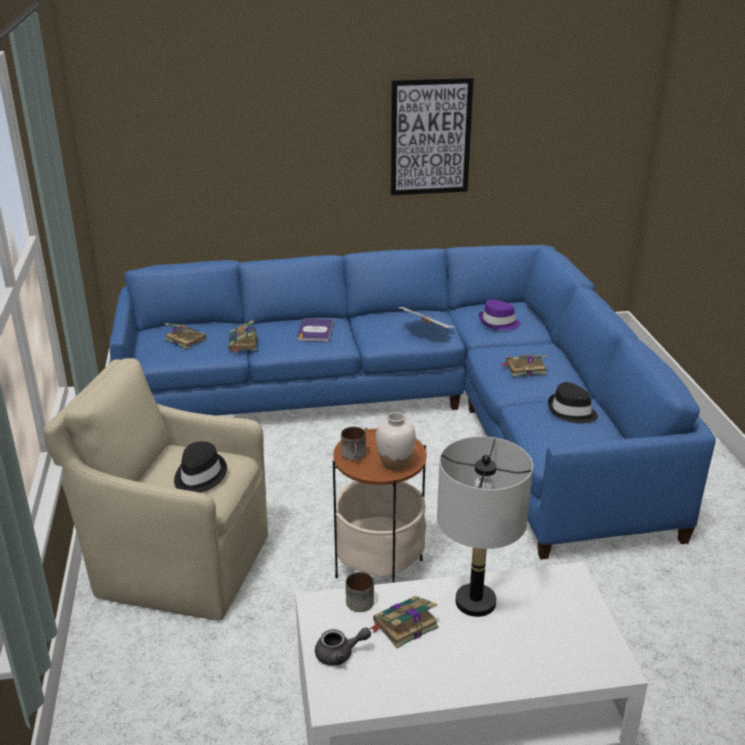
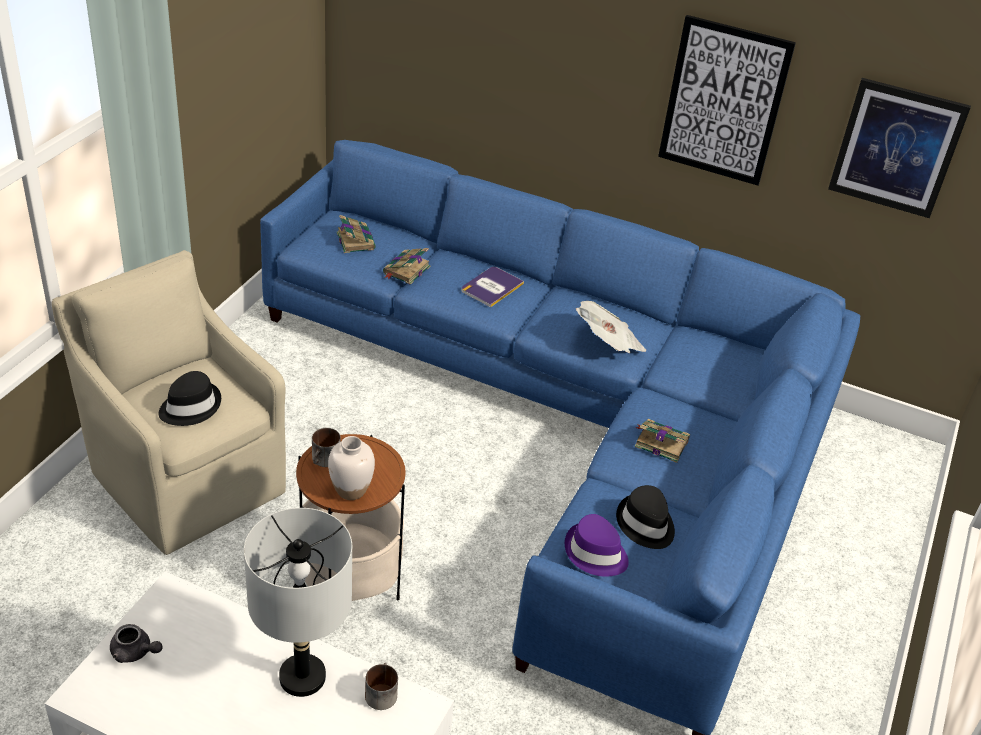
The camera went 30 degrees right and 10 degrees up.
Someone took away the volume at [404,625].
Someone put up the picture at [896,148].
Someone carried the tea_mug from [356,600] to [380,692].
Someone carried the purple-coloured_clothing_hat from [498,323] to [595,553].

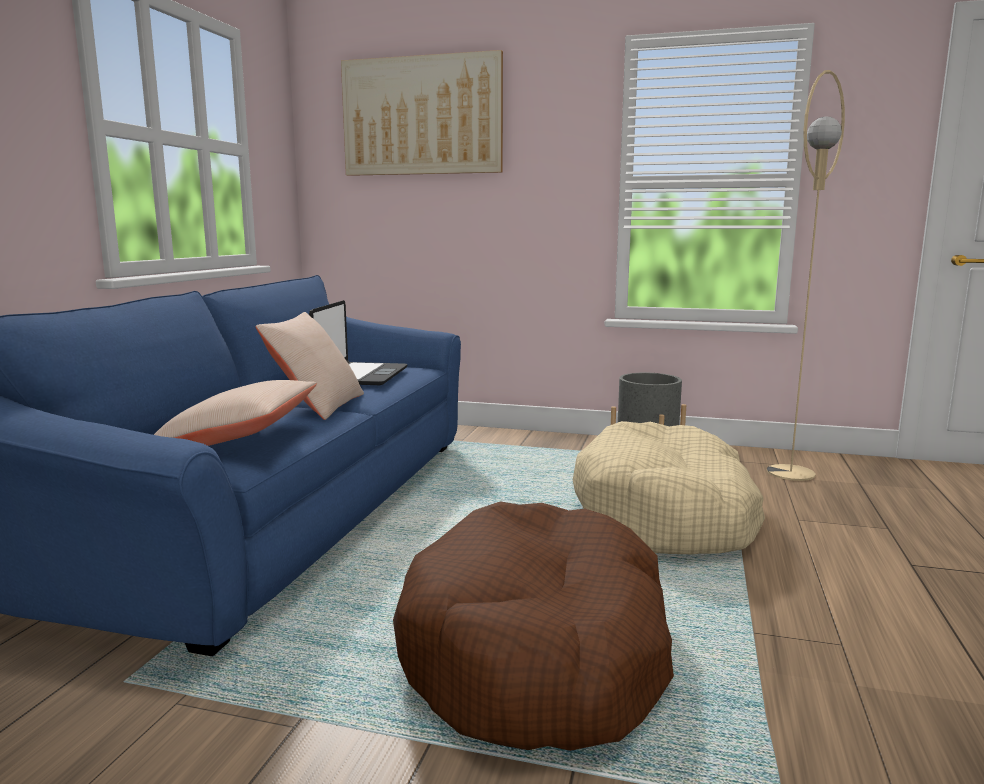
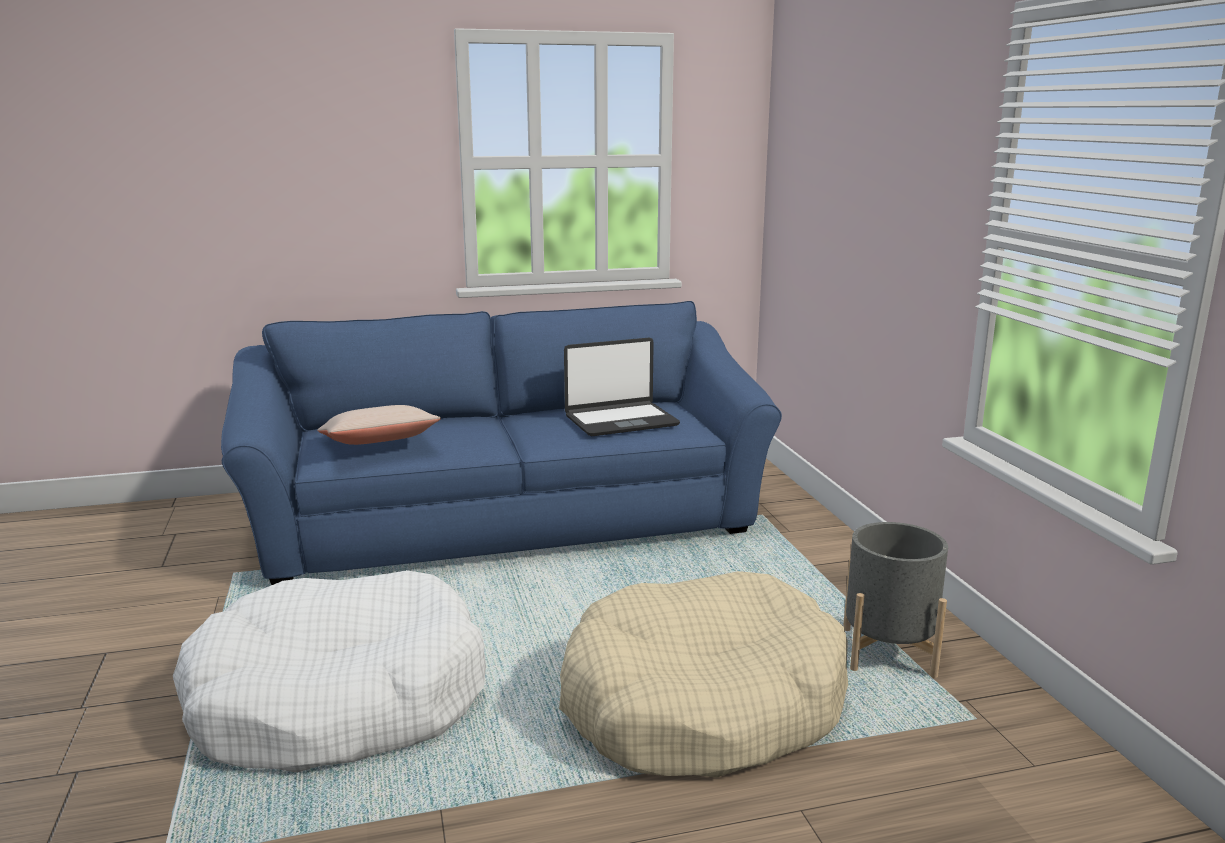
The camera went 60 degrees right and 5 degrees up.
Someone took away the beige_throw_pillow at [316,405].
Someone took away the picture at [422,116].
Someone took away the beige_standard_lamp at [790,472].
Someone repainted the brownish_pet_bed at [538,652], which became the white-coloured_pet_bed at [338,700].

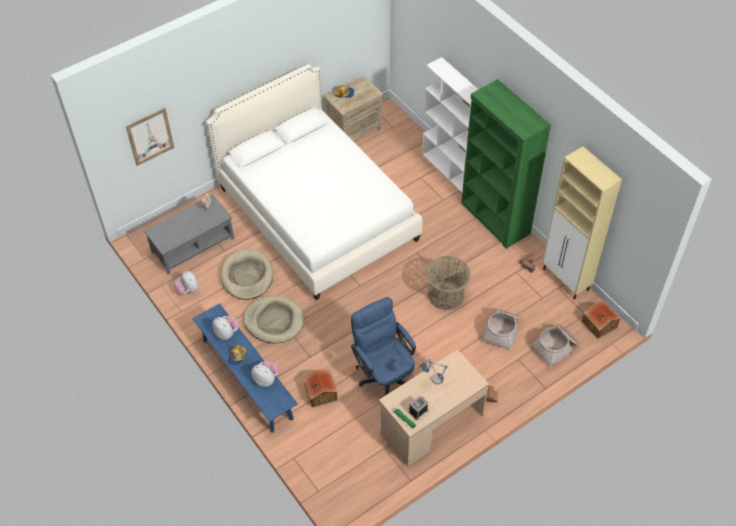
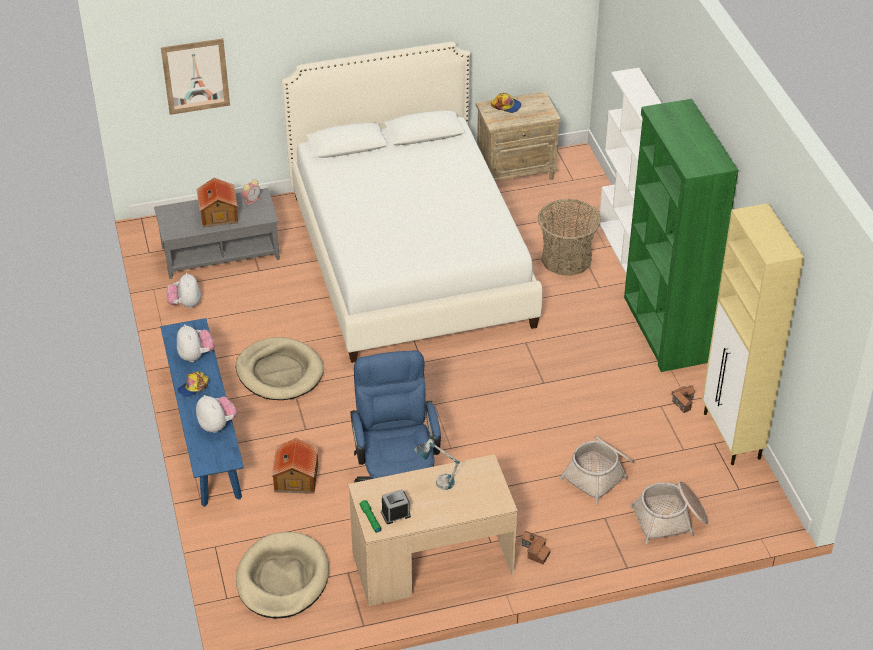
The camera went 20 degrees right and 10 degrees down.
Someone carried the beige_pet_bed from [247,276] to [282,578].
Someone carried the basket from [446,295] to [566,259].
Someone carried the model_house from [599,325] to [218,214].

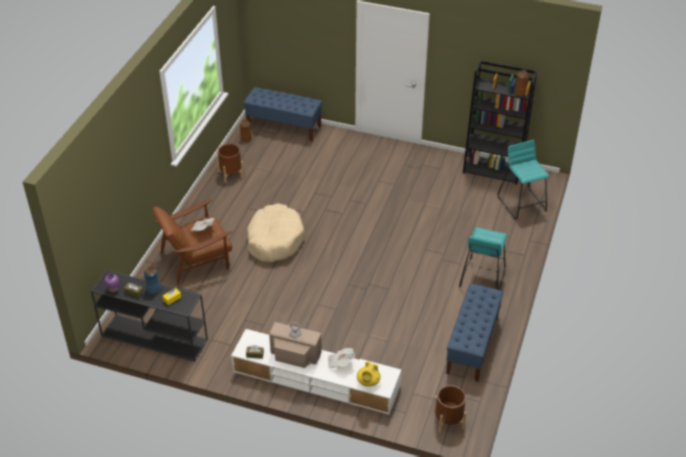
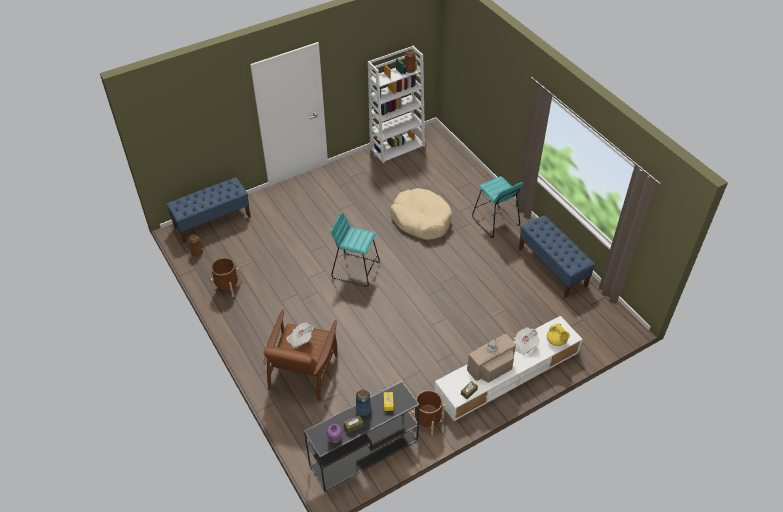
The camera went 50 degrees left and 5 degrees up.
Someone carried the beige_pet_bed from [274,240] to [421,220].
Someone carried the brownish_flower_pot from [448,420] to [427,421].
Someone carried the turquoise_sitting_stool from [522,203] to [355,269].
Someone repainted the black-coloured_shelving_unit at [493,169], which became the white-coloured_shelving_unit at [397,147].

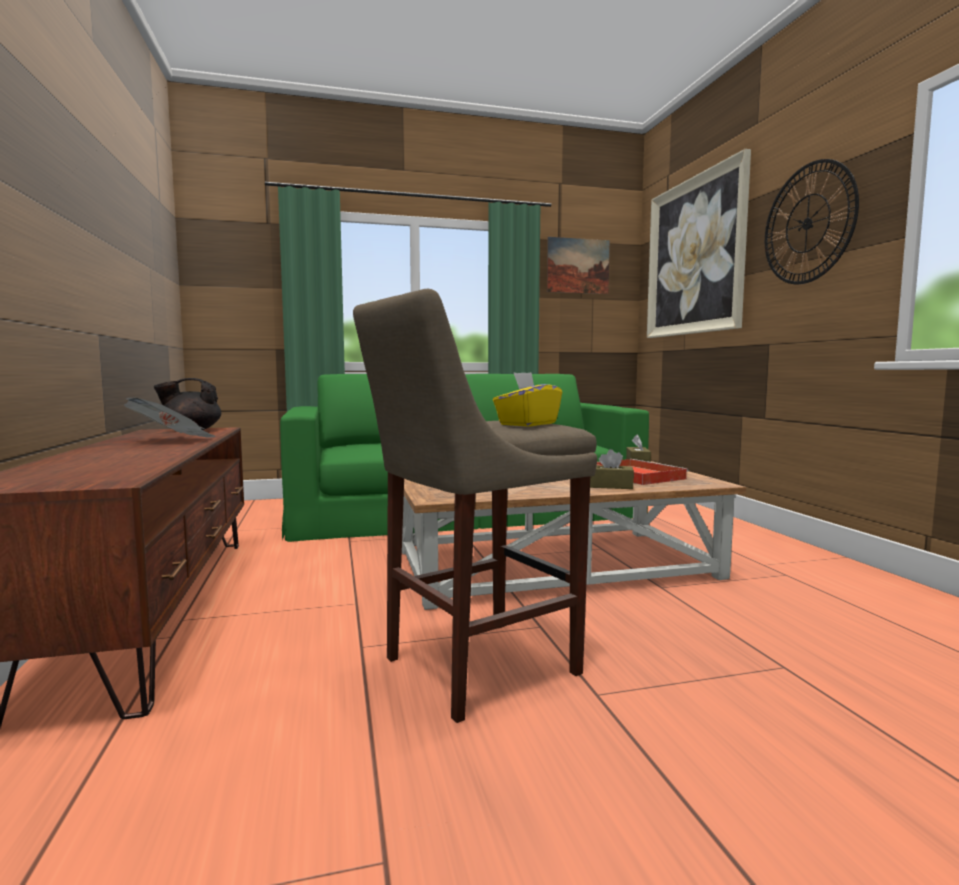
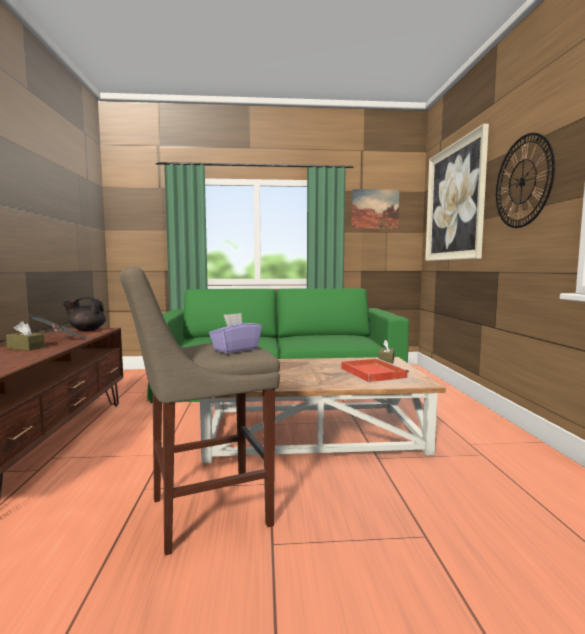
The camera went 10 degrees right and 0 degrees up.
Someone carried the brownish_tissue_box from [610,486] to [26,348].
Someone repainted the yellow_tissue_box at [527,424], which became the purple-coloured_tissue_box at [235,349].

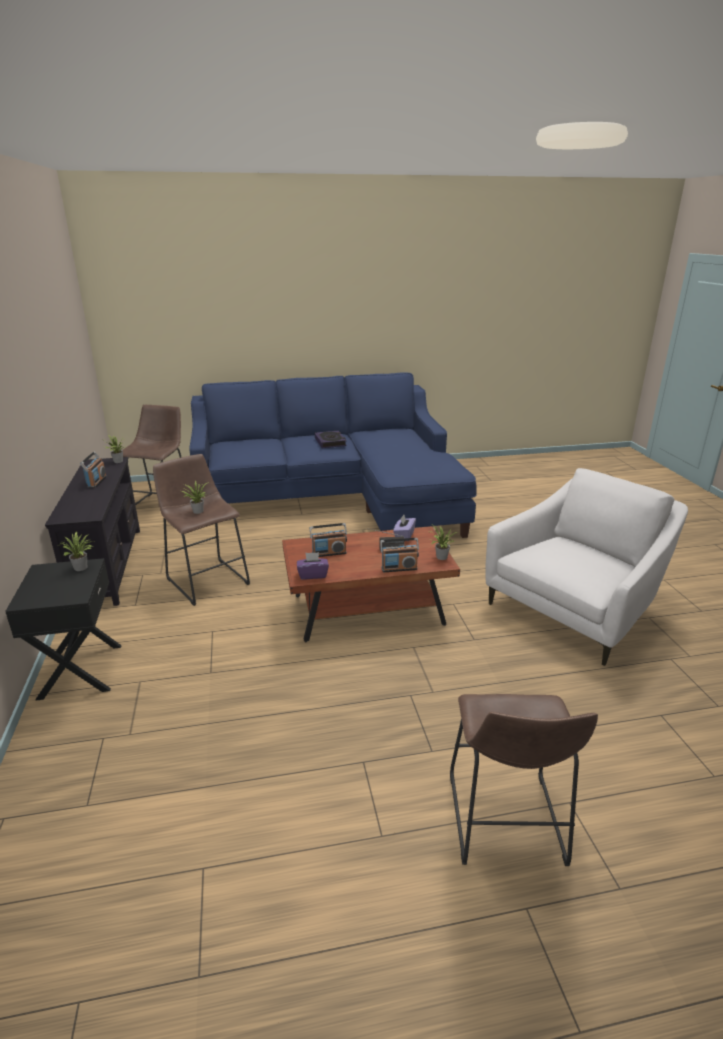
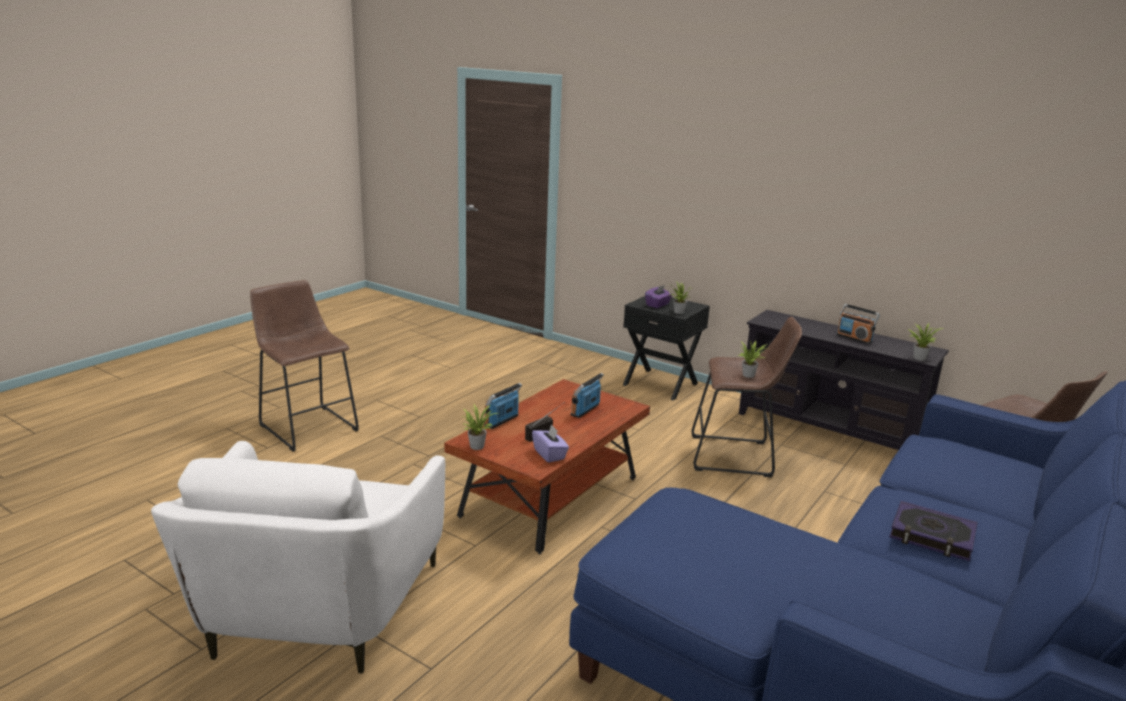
The camera went 135 degrees right and 5 degrees down.
Someone carried the purple-coloured_tissue_box from [313,575] to [658,305].

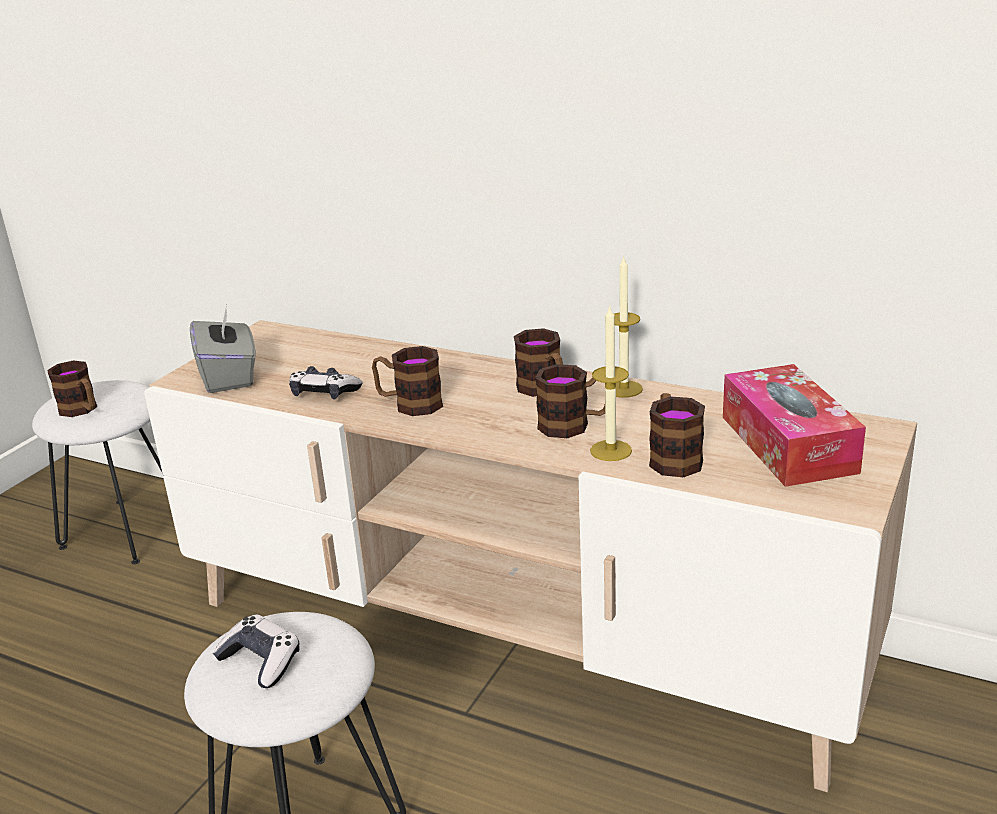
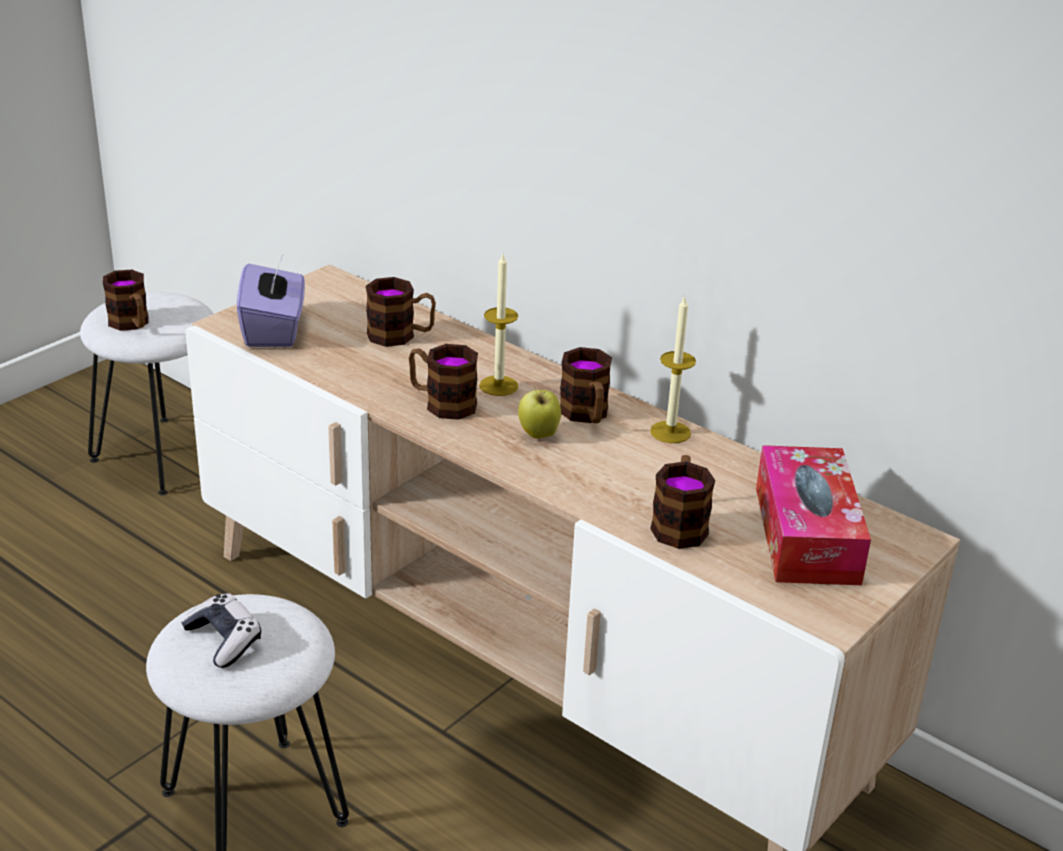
The camera went 10 degrees right and 5 degrees up.
Someone took away the joypad at [324,393].
Someone put down the apple_fruit at [538,435].
Someone carried the tea_mug from [574,425] to [401,336].
Someone carried the wax_light from [611,450] to [498,386].
Someone repainted the grey_tissue_box at [229,376], which became the purple-coloured_tissue_box at [274,330].

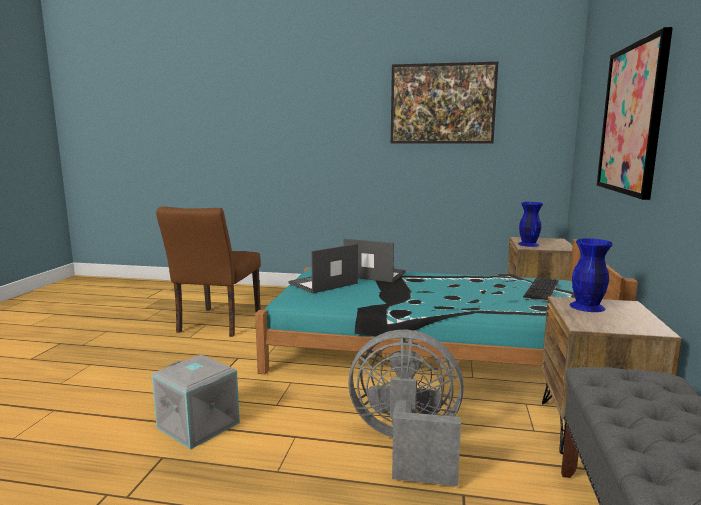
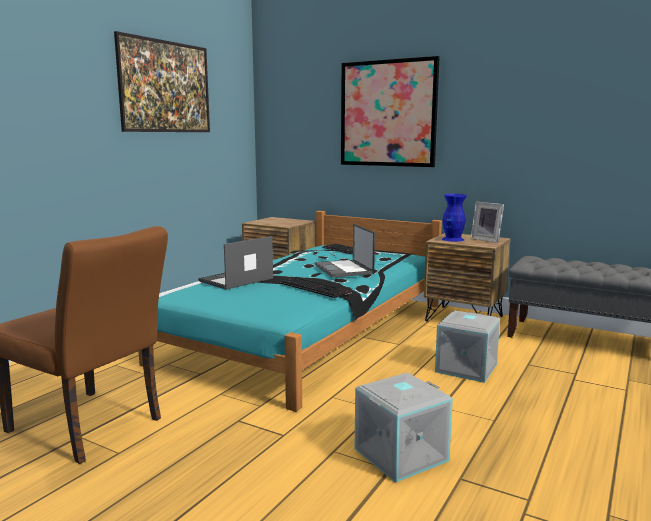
The camera went 70 degrees left and 0 degrees up.
Someone took away the bluish_flower_vase at [528,244].
Someone put down the PC_keyboard at [316,288].
Someone put down the photo_frame at [487,240].
Someone carried the portable_computer from [322,284] to [344,269].
Someone swapped the grey_electric_fan at [407,445] for the grey_storage_bin at [467,368].

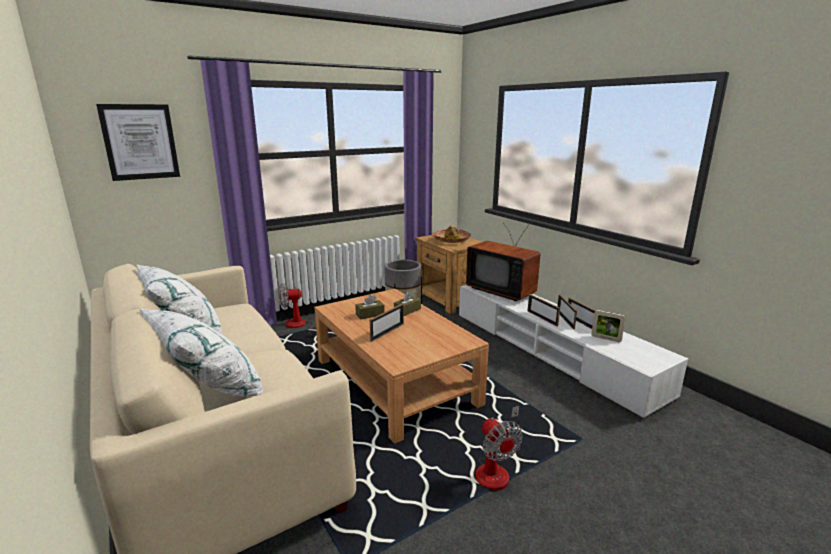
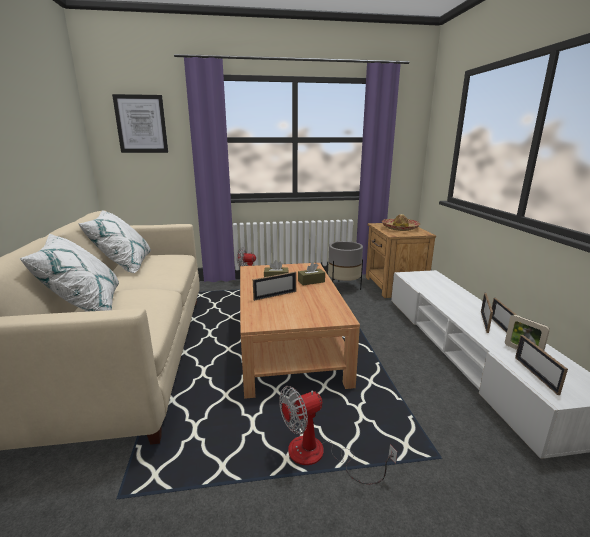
The camera went 25 degrees right and 0 degrees up.
Someone took away the television at [502,290].
Someone carried the photo_frame from [542,318] to [535,375].
Someone rotated the electric_fan at [496,469] by 60 degrees clockwise.

